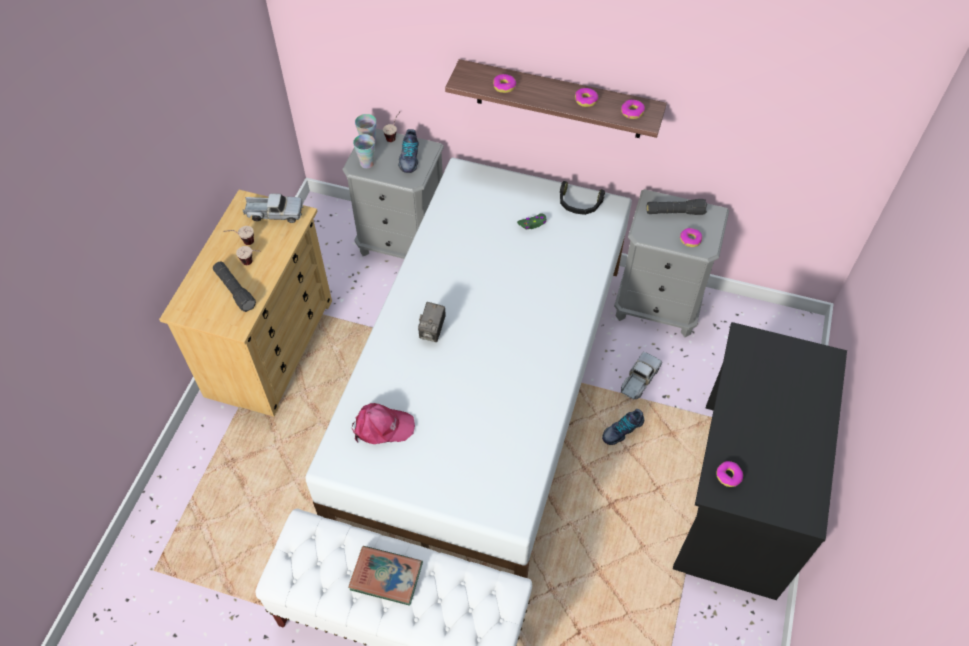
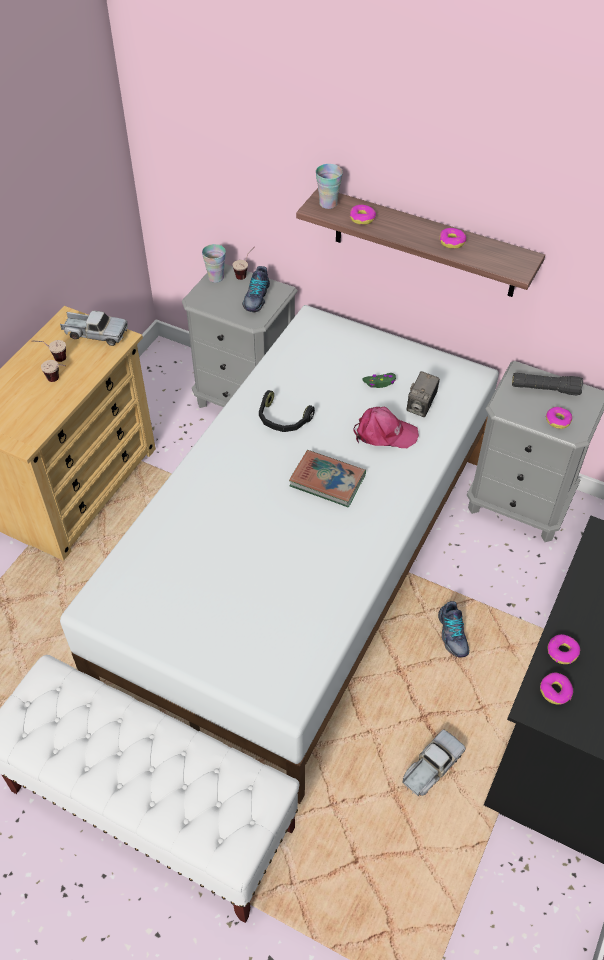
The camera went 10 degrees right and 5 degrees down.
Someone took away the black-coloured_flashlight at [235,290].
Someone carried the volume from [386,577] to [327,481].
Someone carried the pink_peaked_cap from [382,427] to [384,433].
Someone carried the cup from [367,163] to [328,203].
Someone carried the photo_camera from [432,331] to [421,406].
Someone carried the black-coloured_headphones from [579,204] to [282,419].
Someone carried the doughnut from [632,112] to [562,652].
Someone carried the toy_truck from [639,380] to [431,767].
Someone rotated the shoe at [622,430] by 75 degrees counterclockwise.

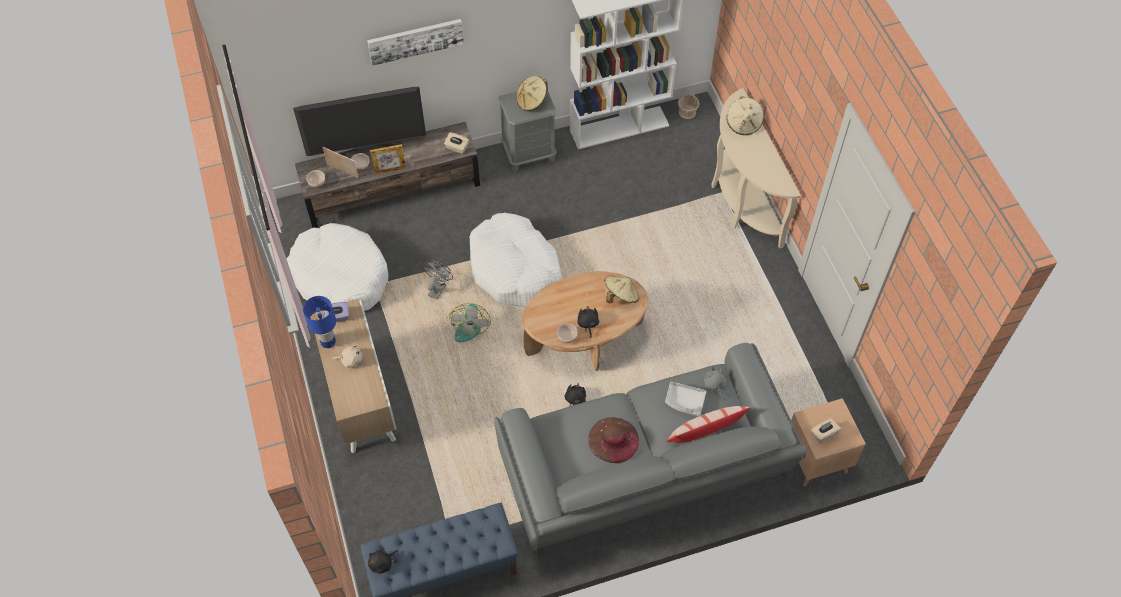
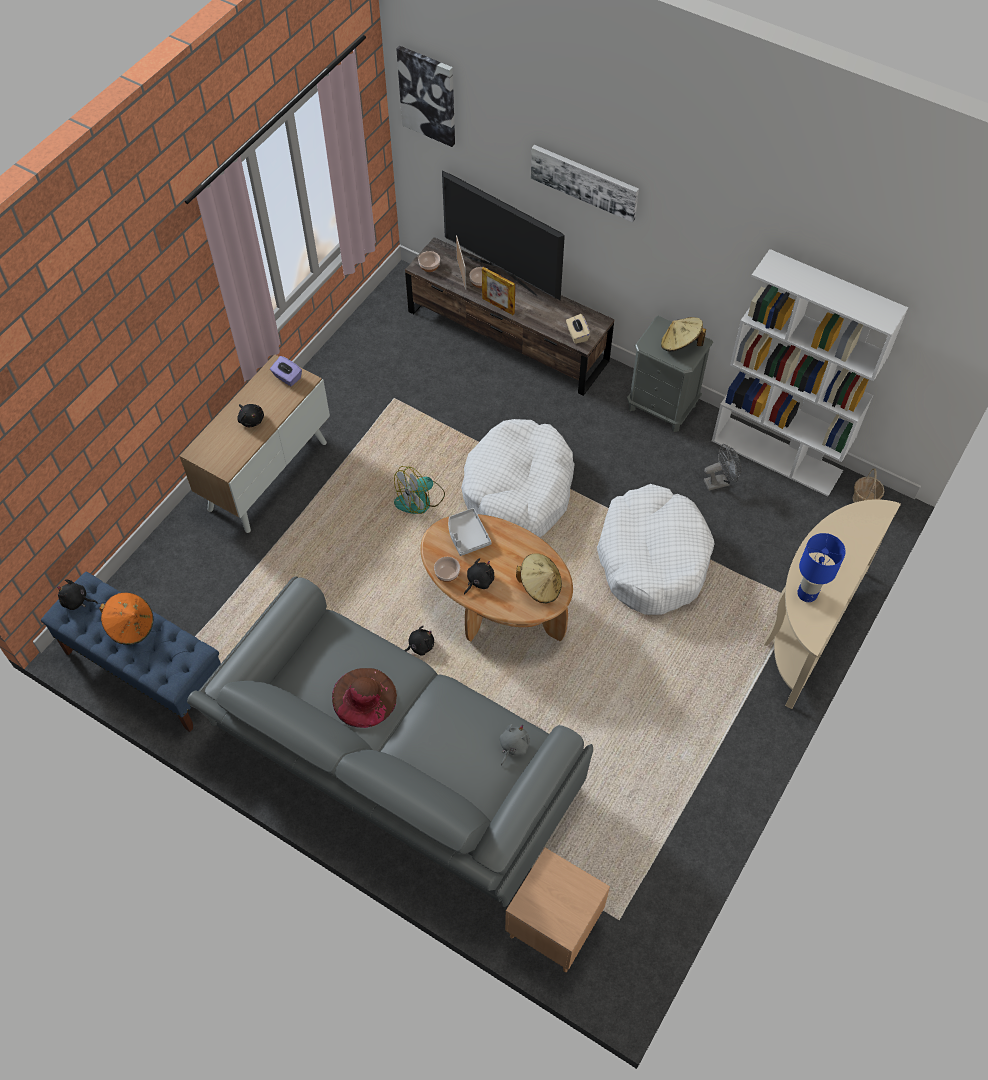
The camera went 50 degrees right and 0 degrees up.
Someone took away the throw_pillow at [705,432].
Someone took away the beige_clothing_hat at [743,124].
Someone took away the beige_tissue_box at [823,434].
Someone put down the orange-coloured_clothing_hat at [131,626].
Someone put up the picture at [428,95].
Someone carried the white-coloured_pet_bed from [340,276] to [652,558].
Someone carried the bluish_lamp_for_a_table from [328,342] to [806,594].
Someone carried the grey_electric_fan from [438,288] to [720,482].
Someone carried the grey_carrying_tray from [685,401] to [467,536].
Someone repainted the beige_plush_toy at [350,360], which became the black-coloured_plush_toy at [251,419].

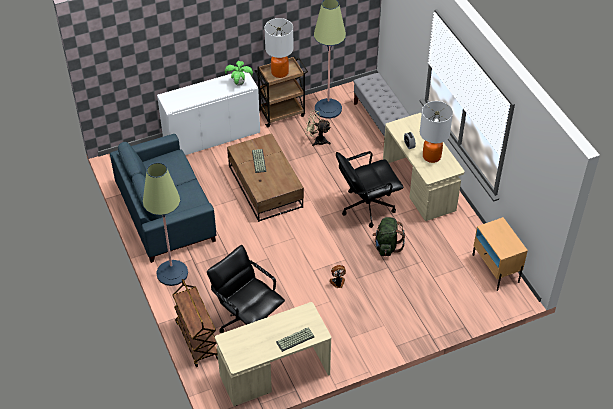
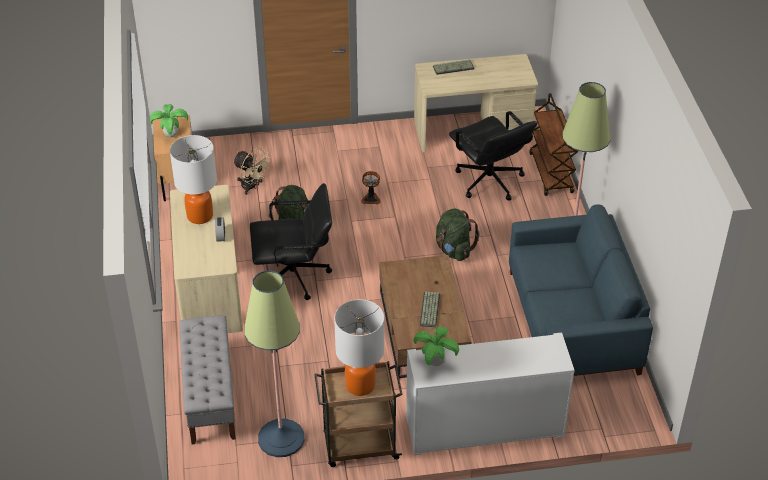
The camera went 165 degrees left and 5 degrees down.
Someone put down the houseplant at [171,135].
Someone put down the greenish_backpack at [454,250].
Someone carried the beige_electric_fan from [317,140] to [252,187].

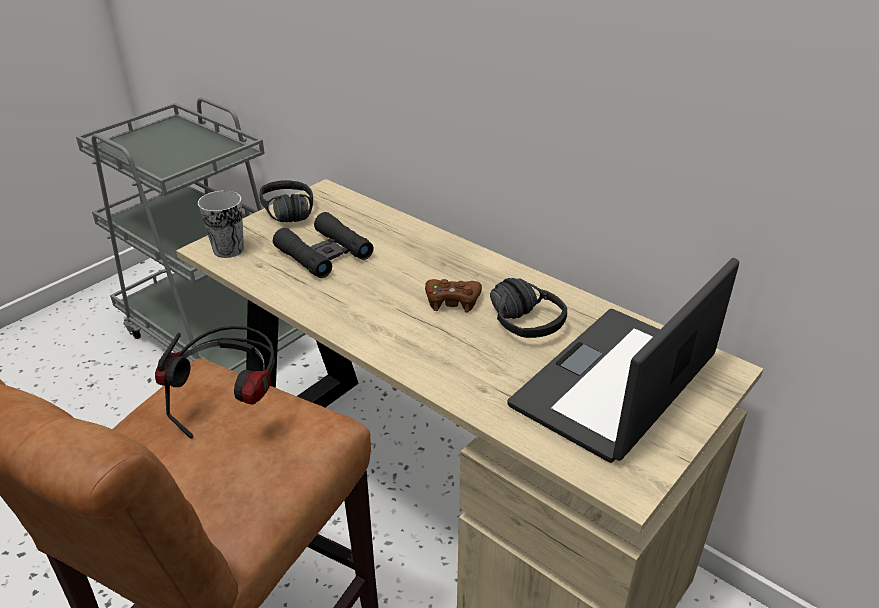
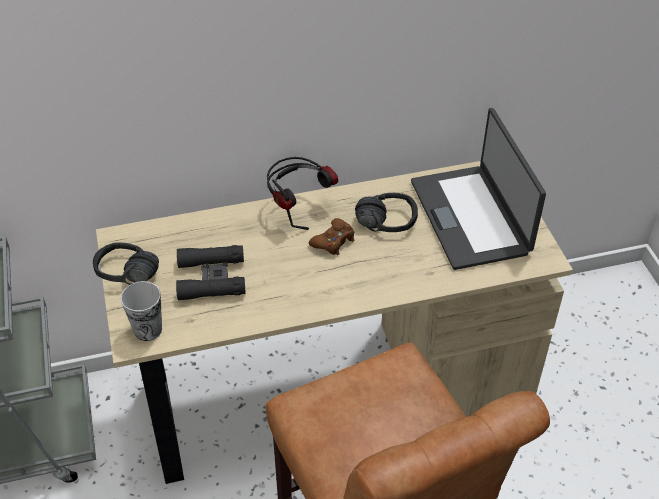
The camera went 55 degrees left and 10 degrees up.
Someone carried the headphones from [233,408] to [298,208].

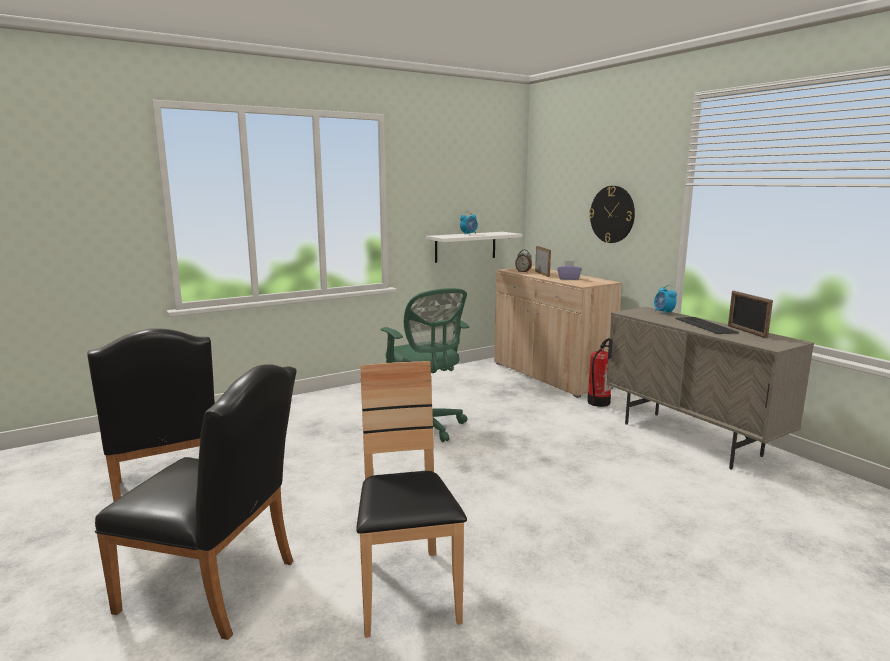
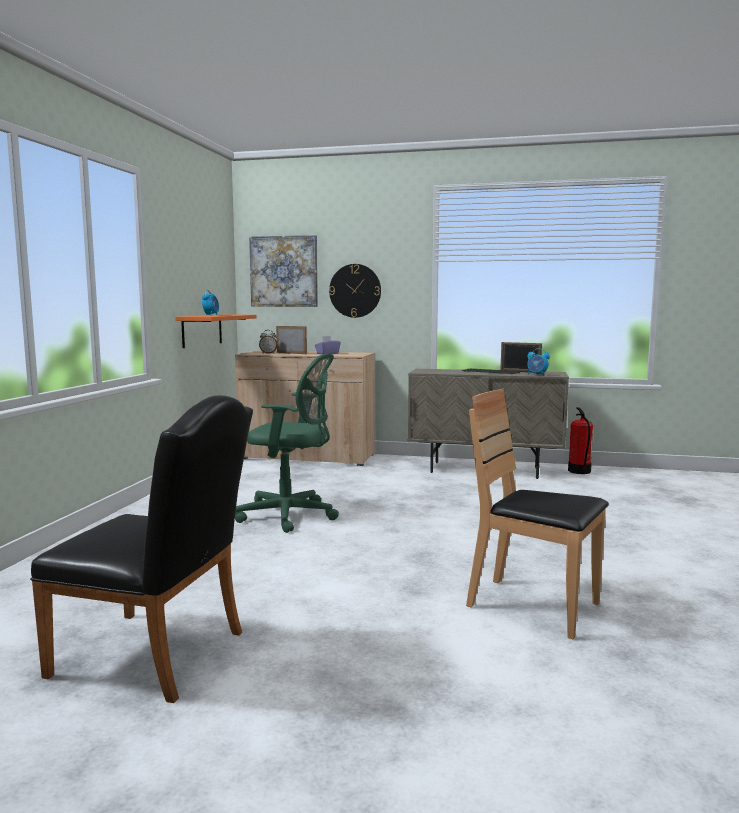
The camera went 45 degrees left and 5 degrees down.
Someone took away the black-coloured_upright_chair at [218,588].
Someone put up the picture at [284,271].
Someone carried the extinguisher from [598,402] to [579,471].
Someone carried the bedside_clock from [663,313] to [537,375].
Someone repainted the white-coloured_bracket_shelf at [465,246], which became the orange-coloured_bracket_shelf at [202,330].

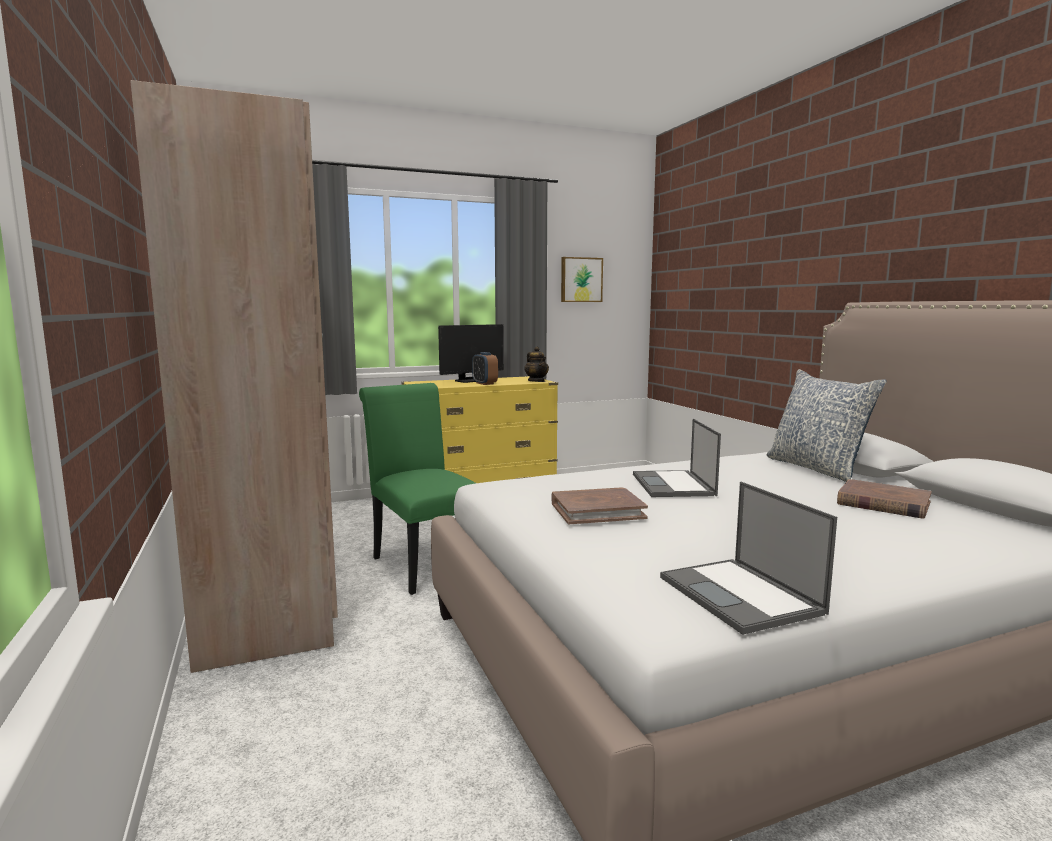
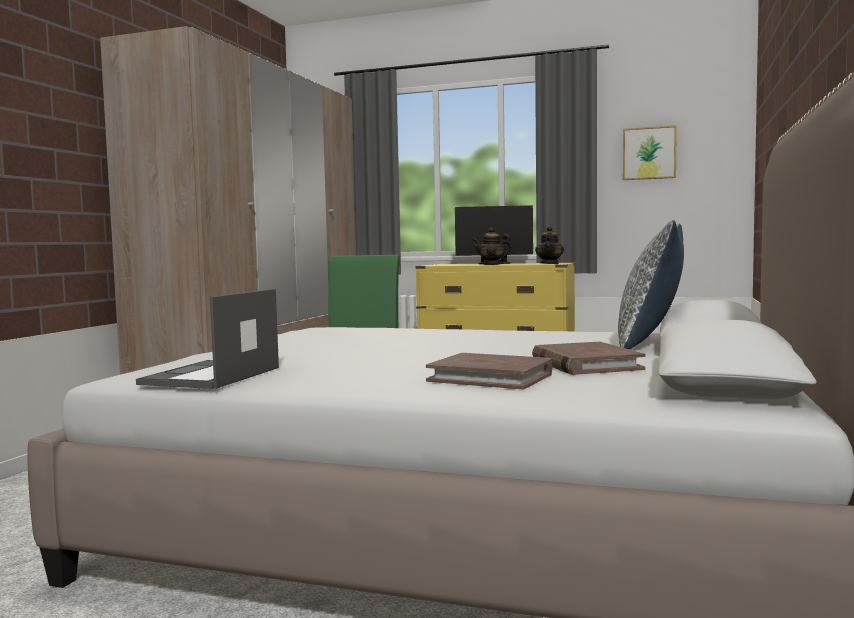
The camera went 40 degrees right and 5 degrees down.
Someone took away the portable_computer at [673,485].
Someone carried the brownish_volume from [597,510] to [491,377].
Someone swapped the bedside_clock at [484,383] for the tea_pot at [492,264].

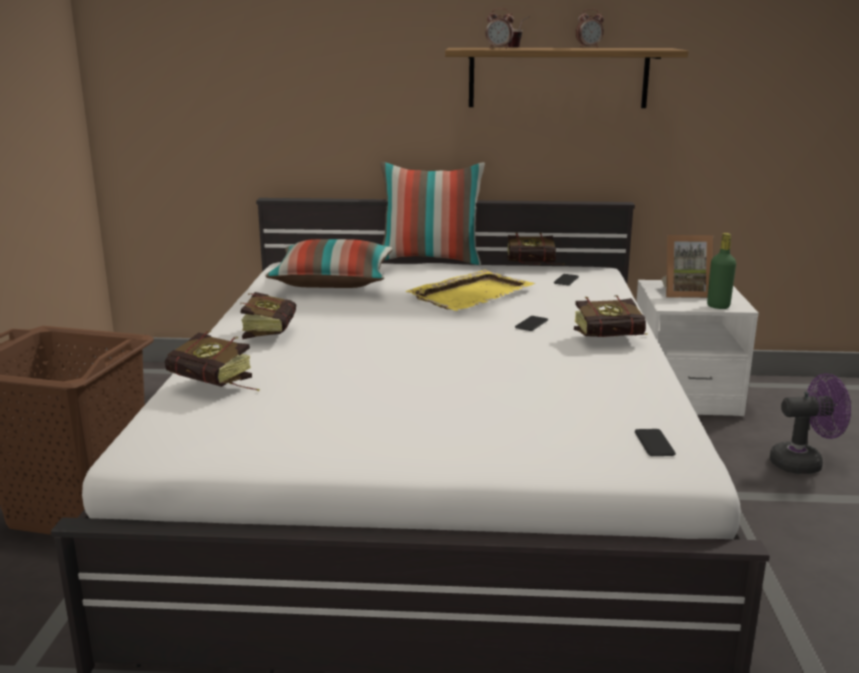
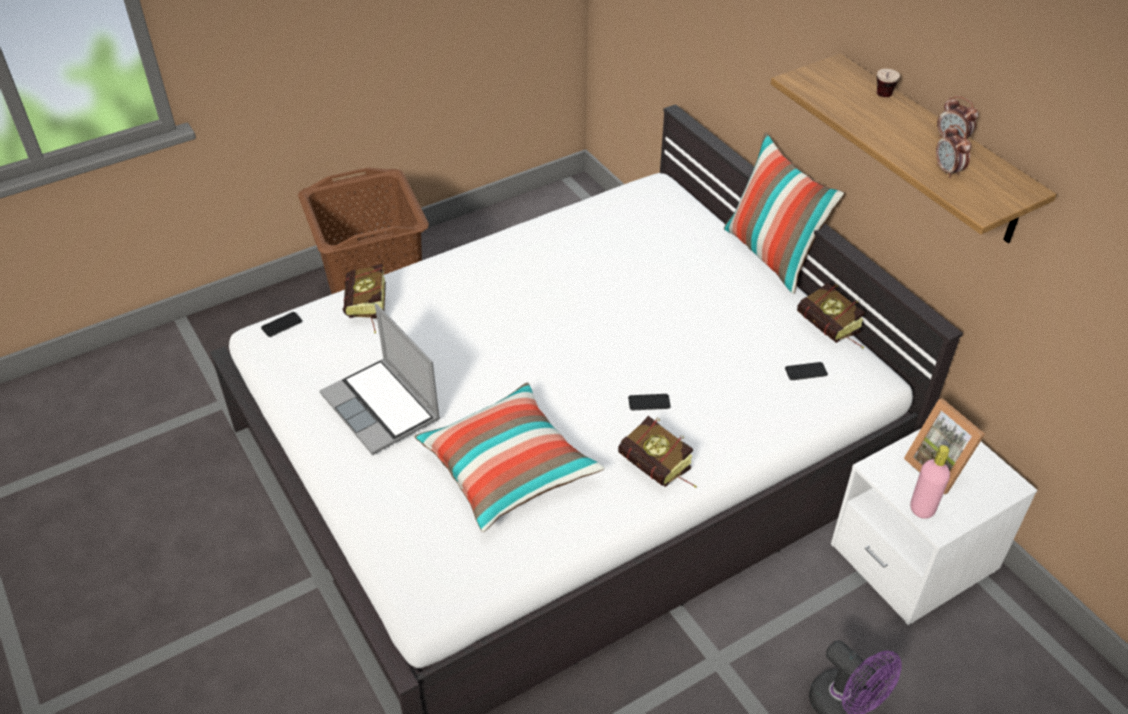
The camera went 55 degrees right and 25 degrees up.
Someone took away the volume at [271,332].
Someone took away the yellow_carrying_tray at [472,294].
Someone put down the portable_computer at [382,408].
Someone carried the throw_pillow from [333,282] to [508,470].
Someone carried the bedside_clock from [499,48] to [948,171].
Someone carried the handset from [654,443] to [282,325].
Someone repainted the greenish_bottle at [718,306], which became the pink_bottle at [922,508].

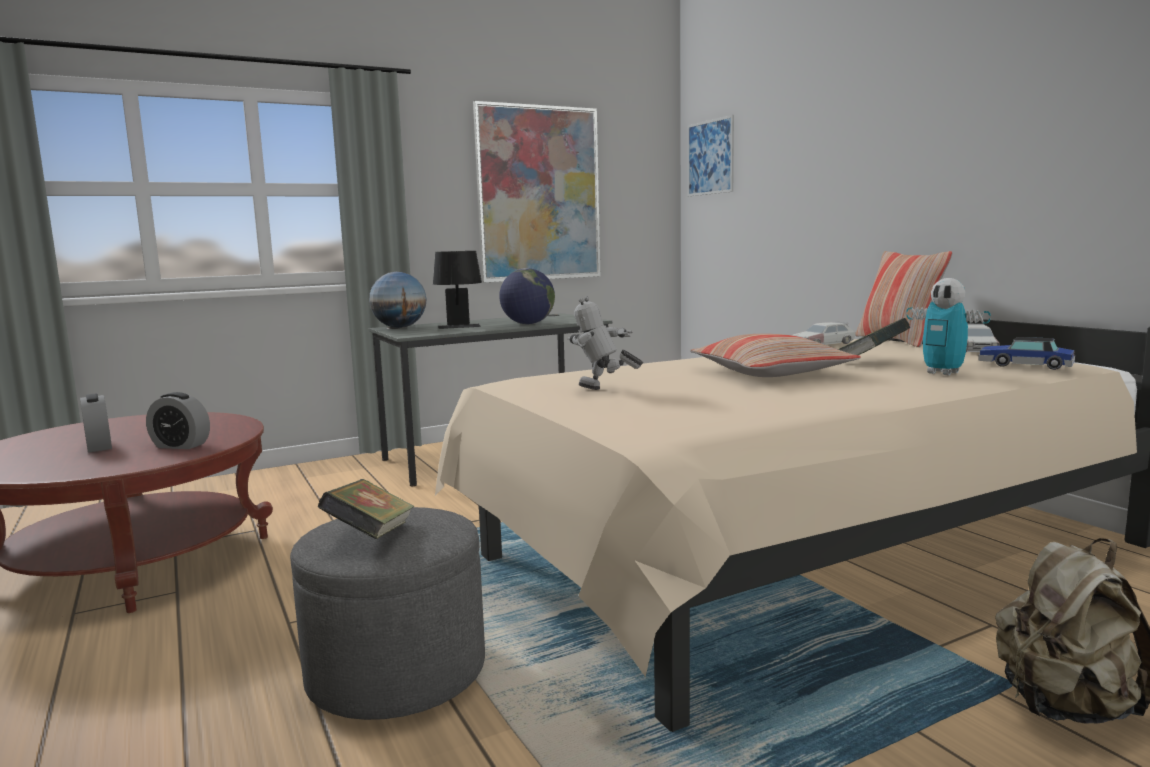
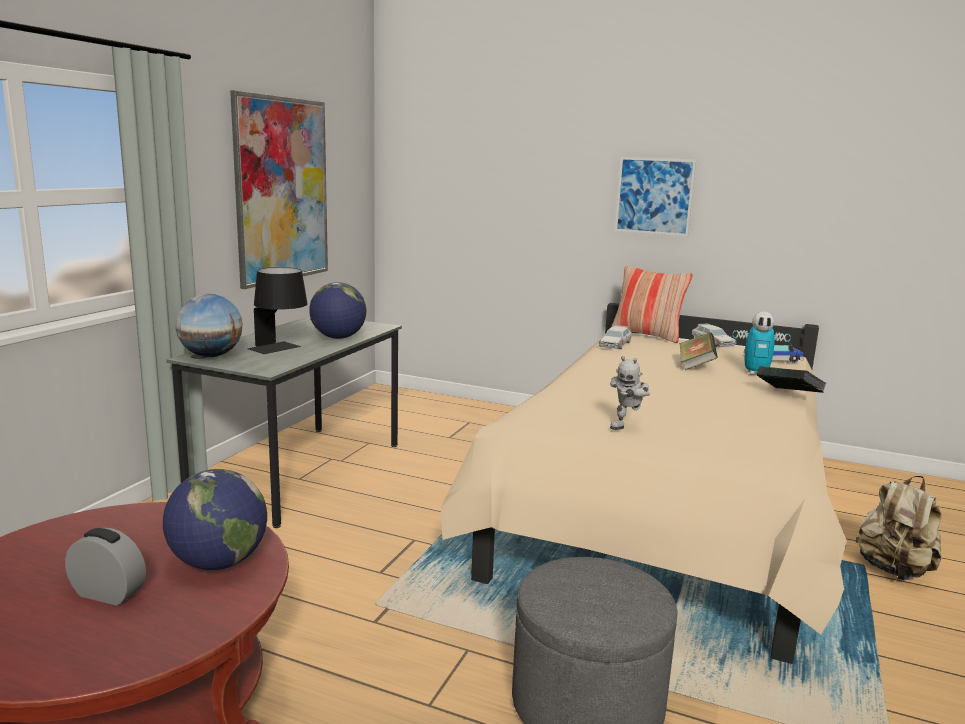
The camera went 40 degrees left and 5 degrees up.
Someone took away the throw_pillow at [770,373].
Someone carried the volume from [371,536] to [788,396].
Someone carried the picture from [710,157] to [654,196].
Someone swapped the bedside_clock at [181,445] for the desk_globe at [218,563].
Someone rotated the model_robot at [603,390] by 45 degrees counterclockwise.

